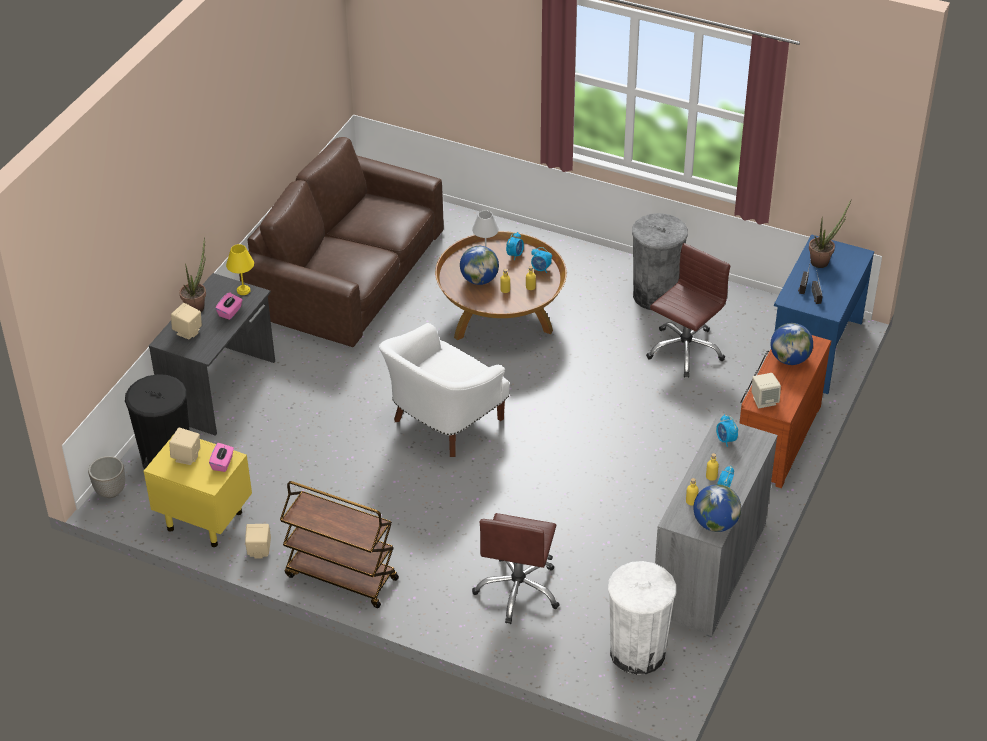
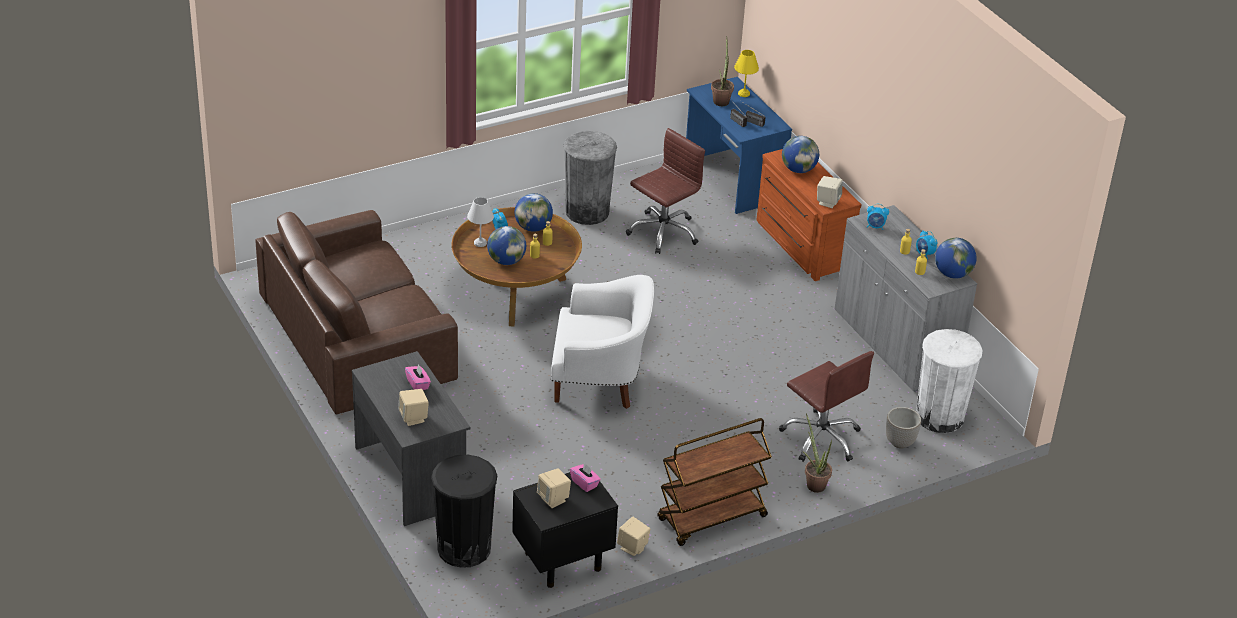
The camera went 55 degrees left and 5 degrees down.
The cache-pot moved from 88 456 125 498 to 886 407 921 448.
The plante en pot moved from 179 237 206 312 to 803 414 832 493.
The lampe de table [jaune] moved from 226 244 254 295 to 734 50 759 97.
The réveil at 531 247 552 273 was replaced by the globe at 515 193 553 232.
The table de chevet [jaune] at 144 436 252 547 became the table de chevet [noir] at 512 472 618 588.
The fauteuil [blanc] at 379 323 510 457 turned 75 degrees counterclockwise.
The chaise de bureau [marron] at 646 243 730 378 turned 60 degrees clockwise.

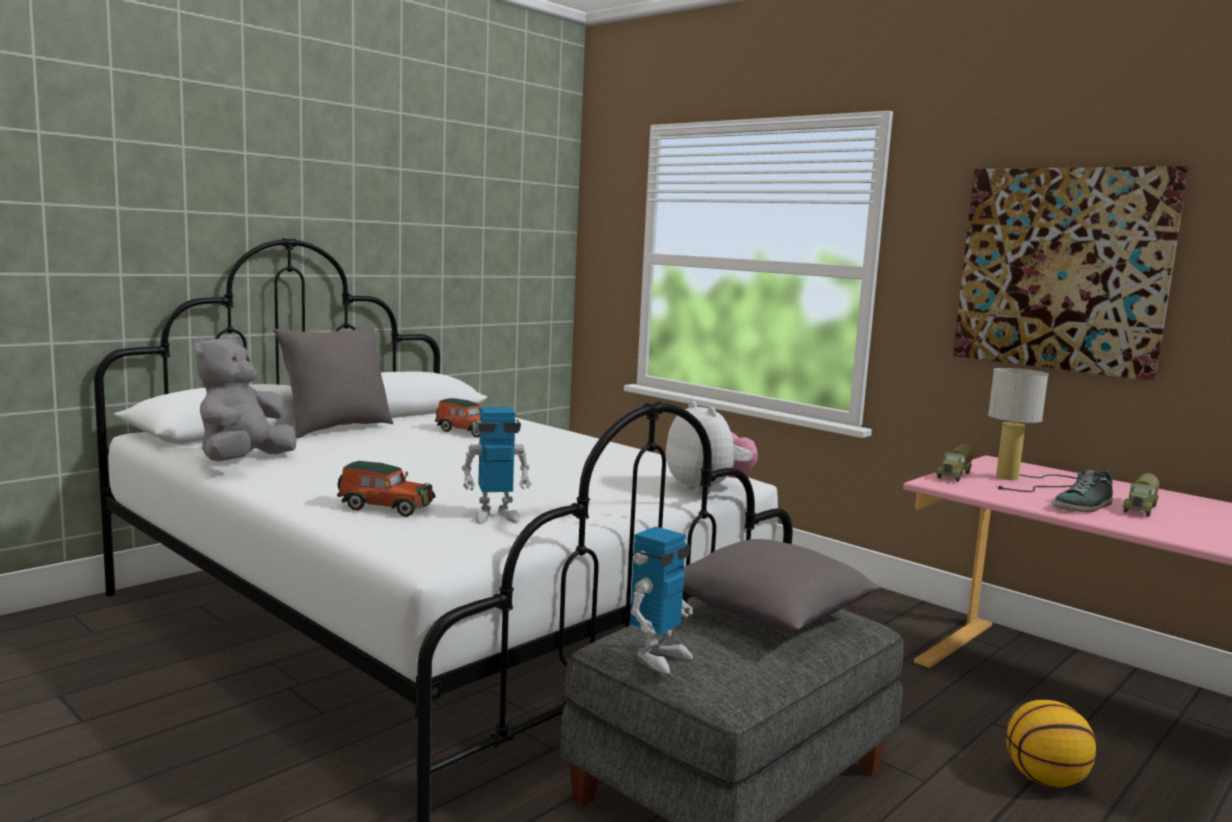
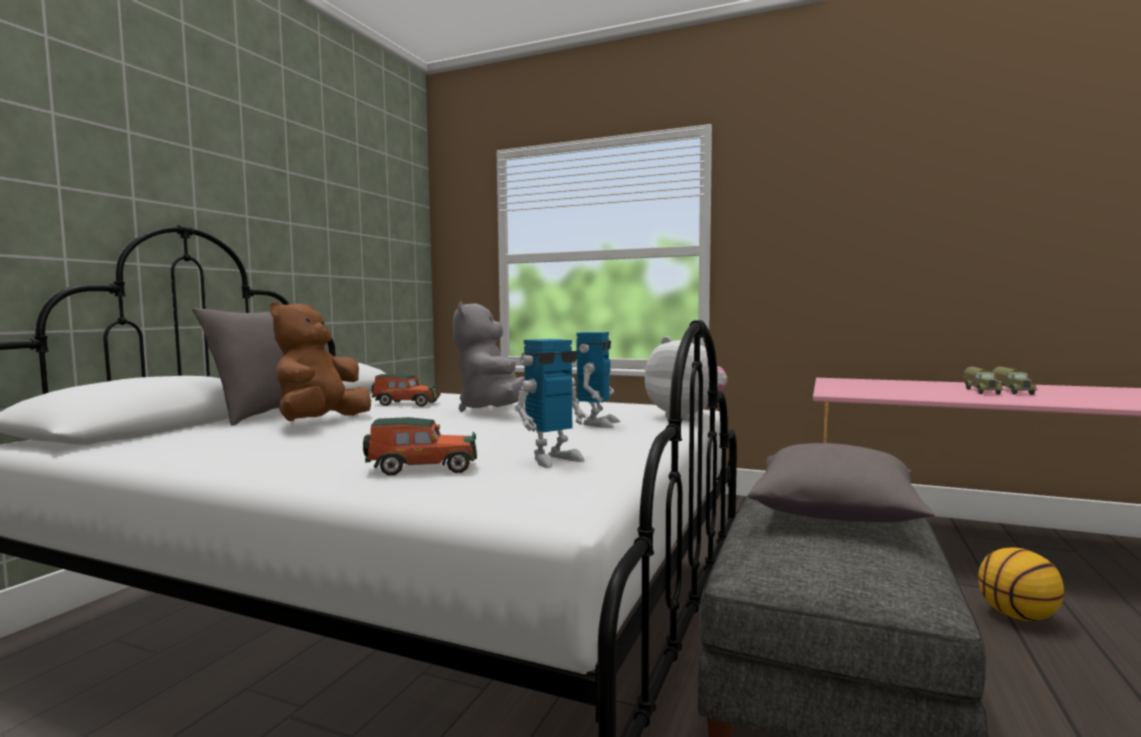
The camera went 20 degrees left and 5 degrees down.
The tableau at 953 166 1189 381 disappeared.
The lampe de table at 988 368 1077 492 disappeared.
The chaussure at 1052 468 1113 512 disappeared.
The peluche [marron] at 270 302 371 421 appeared.
The peluche [gris] moved from 194 337 297 461 to 453 301 525 412.
The robot jouet moved from 630 526 693 673 to 576 332 620 428.
The camion jouet moved from 936 444 974 482 to 992 367 1038 395.

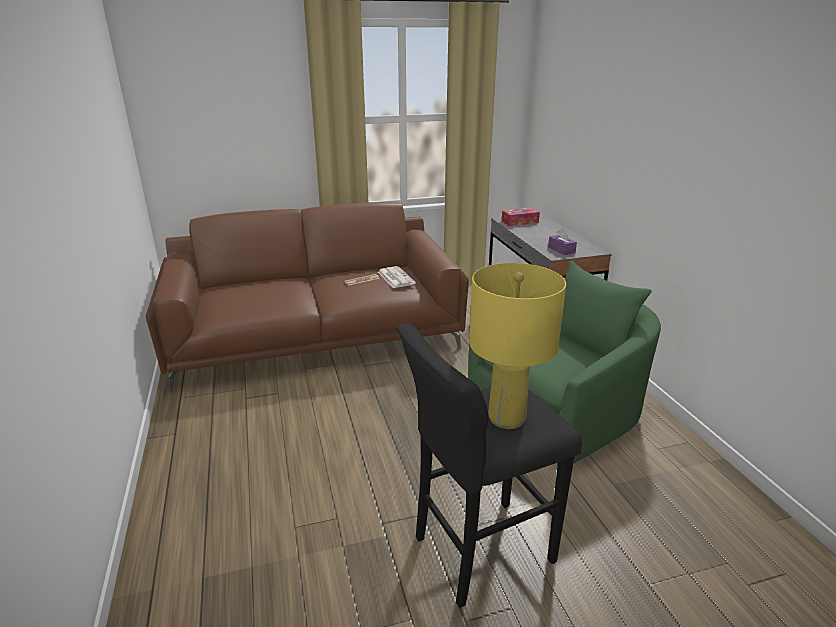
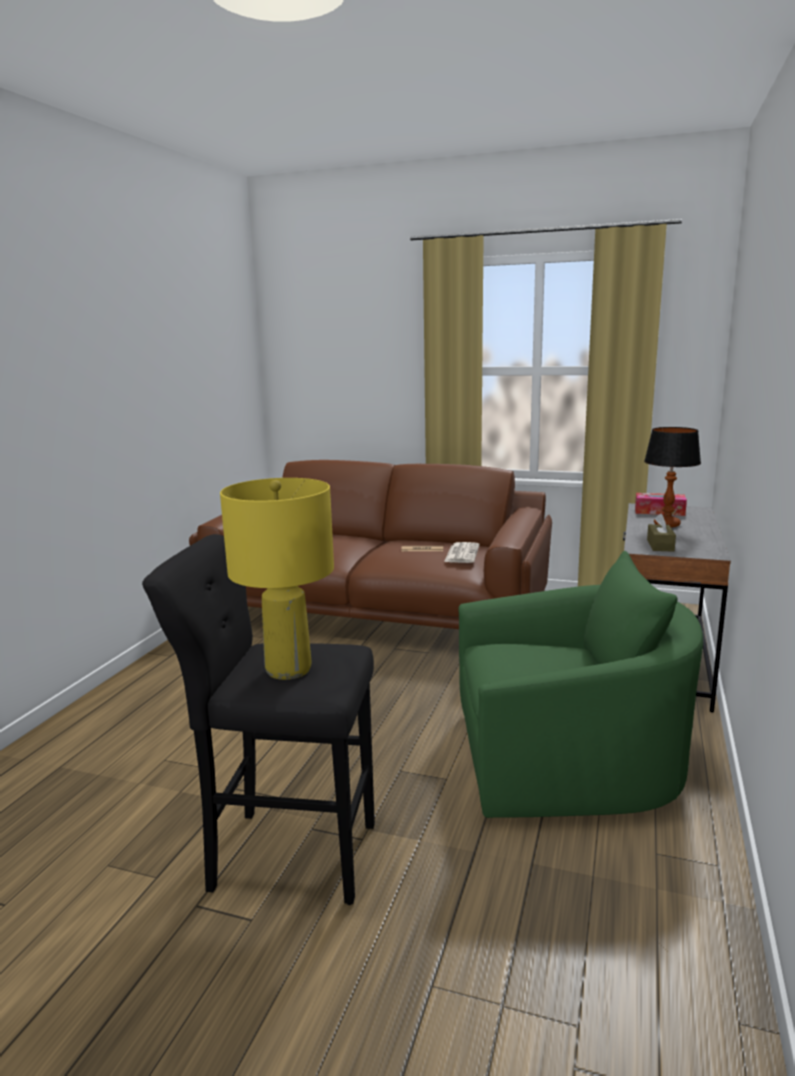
The camera went 35 degrees right and 10 degrees down.
The lampe de table at 644 427 701 528 appeared.
The boîte à mouchoirs [violet] at 548 228 577 255 became the boîte à mouchoirs [marron] at 647 514 676 552.

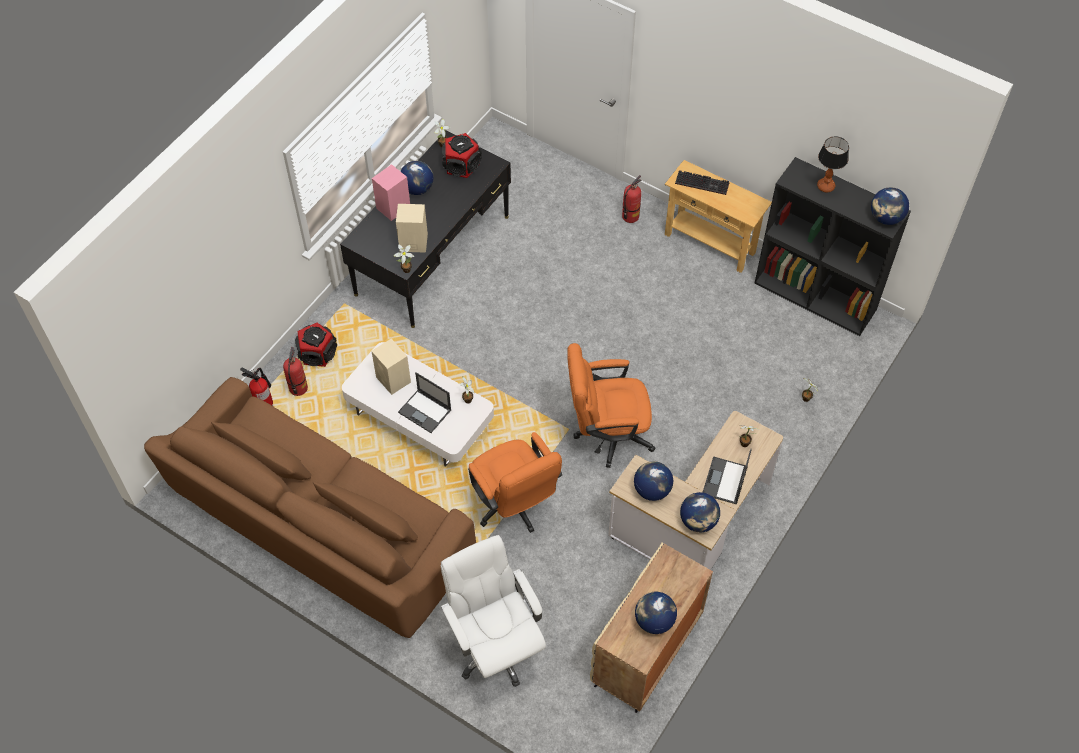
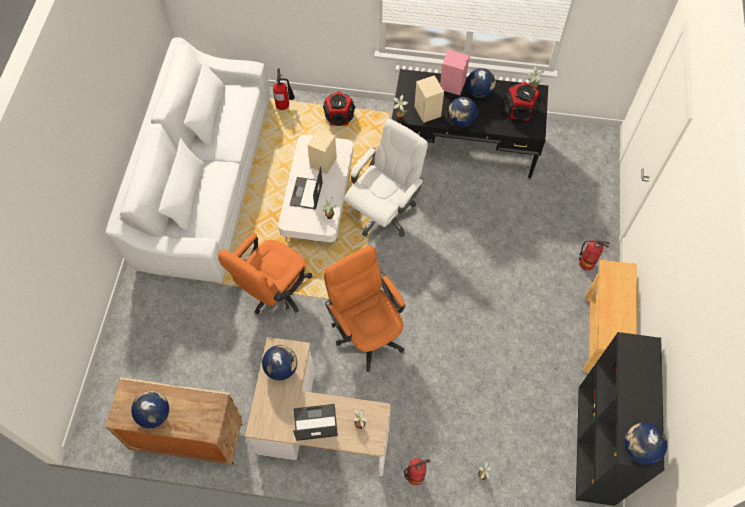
The camera went 65 degrees right and 5 degrees up.
The clavier at 675 170 730 195 disappeared.
The lampe de table at 817 136 849 192 disappeared.
The extincteur moved from 283 347 308 396 to 404 458 431 485.
The chaise de bureau [blanc] moved from 441 535 546 687 to 345 119 428 237.
The globe moved from 680 492 720 532 to 448 97 478 127.
The canapé [marron] at 144 377 476 638 became the canapé [blanc] at 106 37 270 283.

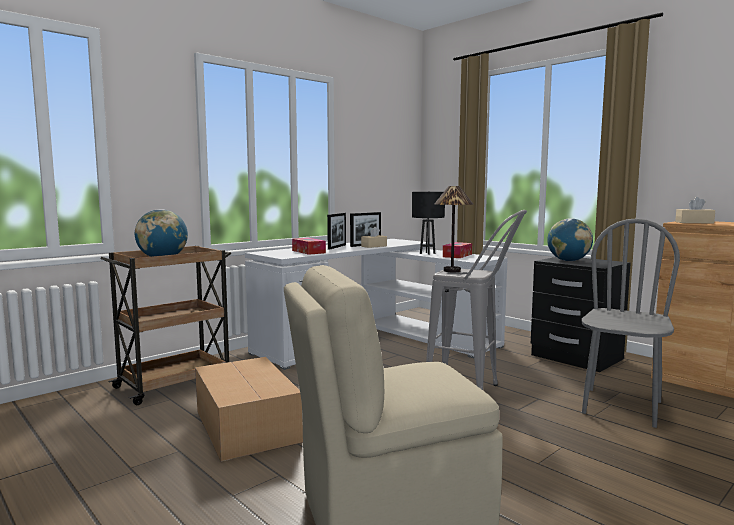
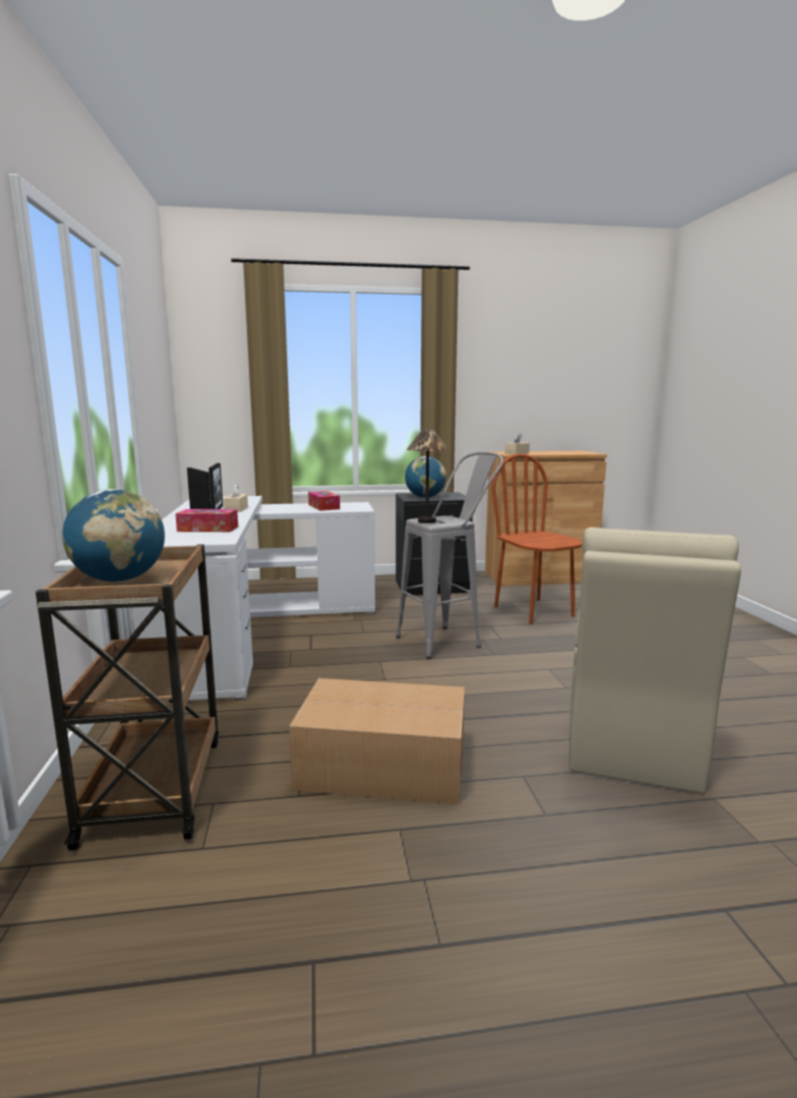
The camera went 55 degrees left and 5 degrees up.
The lampe de table [noir] at 412 191 445 255 disappeared.
The chaise [gris] at 581 218 680 428 became the chaise [marron] at 492 453 582 624.

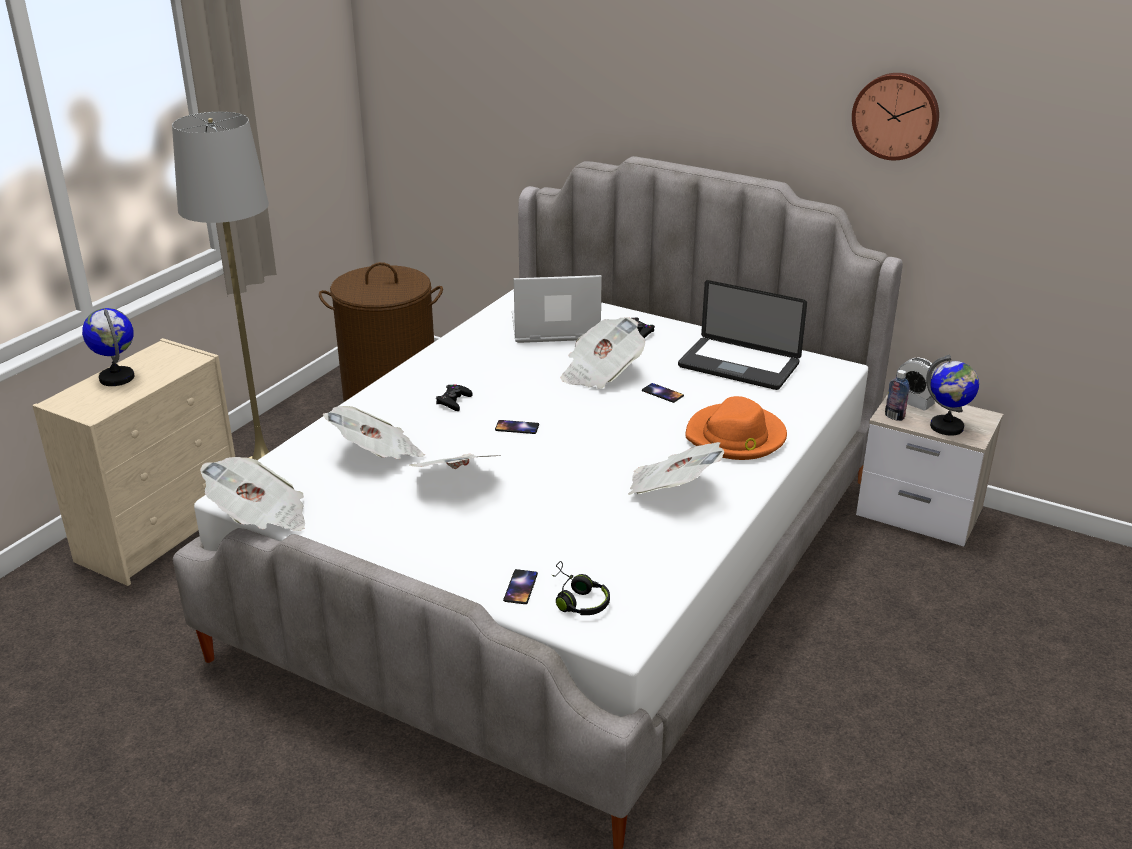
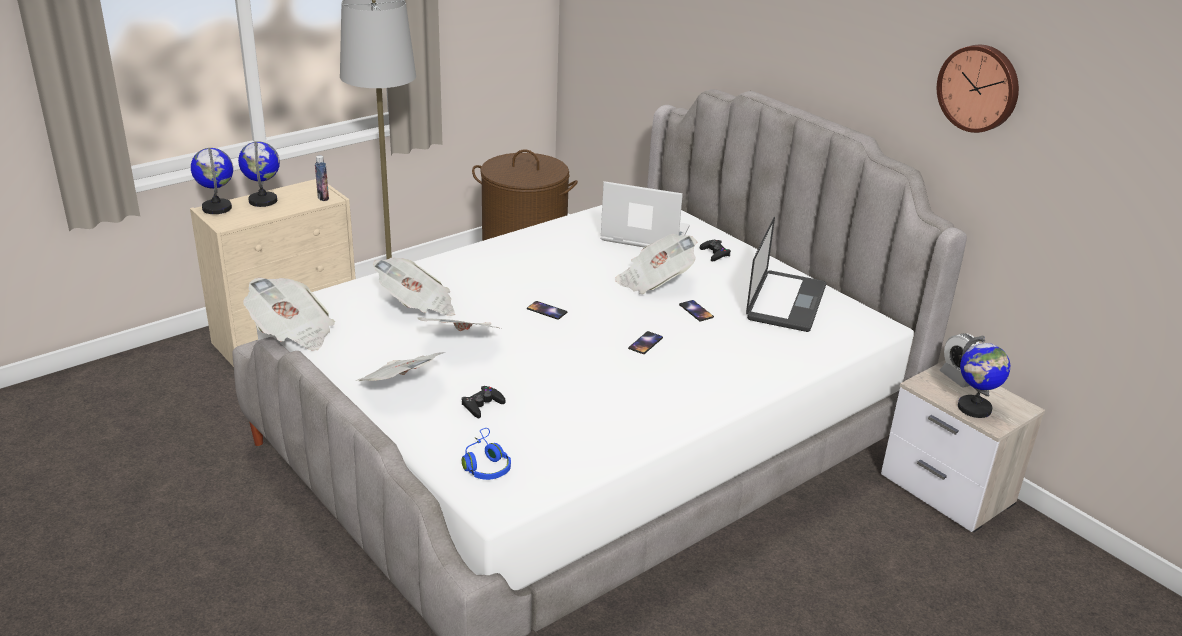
The camera went 20 degrees right and 0 degrees up.
The chapeau [orange] at 685 396 787 460 disappeared.
The globe at 191 148 233 214 appeared.
The manette [noir] moved from 436 384 473 411 to 461 386 506 418.
The téléphone moved from 503 569 538 604 to 628 331 663 354.
The journal moved from 628 442 724 495 to 355 352 446 381.
The bouteille moved from 885 370 910 421 to 315 156 329 201.
The casque audio [noir] at 552 561 610 615 became the casque audio [bleu] at 462 428 511 480.
The ordinateur portable at 678 280 807 390 turned 120 degrees counterclockwise.

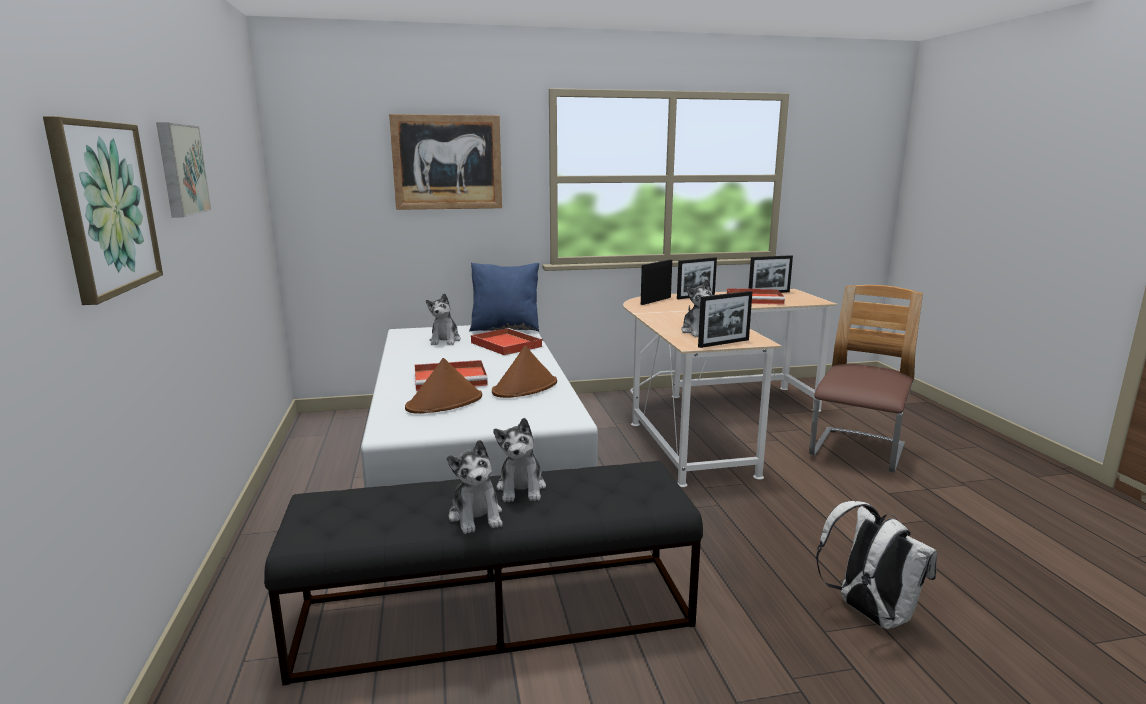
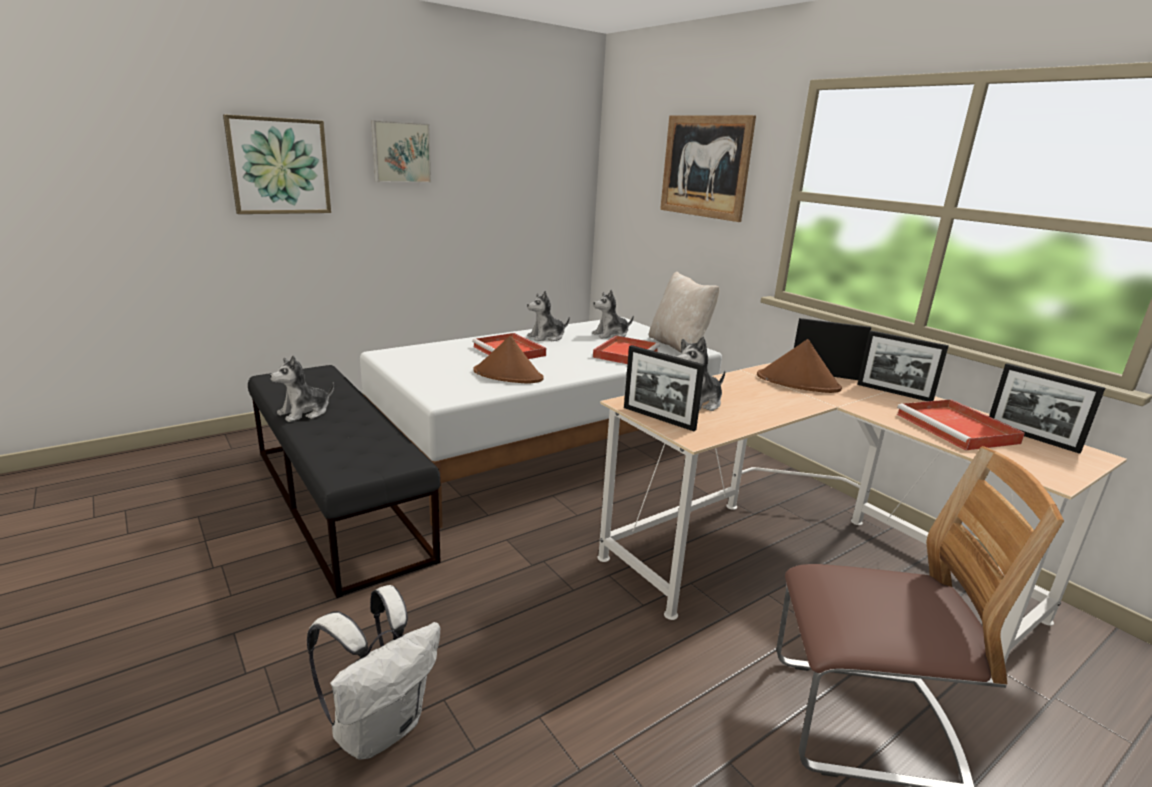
The camera went 65 degrees right and 5 degrees up.
The chapeau [marron] moved from 405 358 482 414 to 757 339 842 393.
The peluche moved from 493 418 546 502 to 527 291 570 341.
The coussin [bleu] at 469 263 539 332 became the coussin [beige] at 649 272 720 353.

